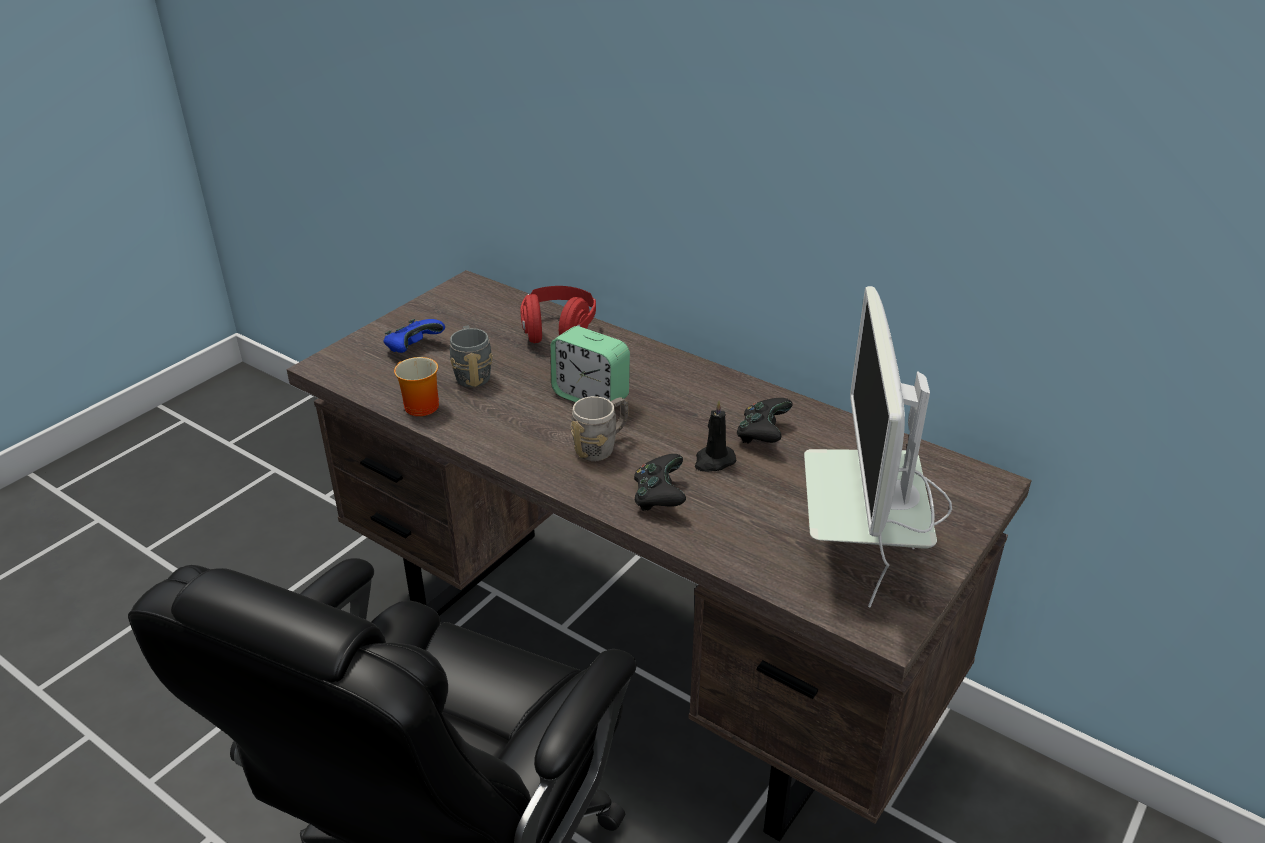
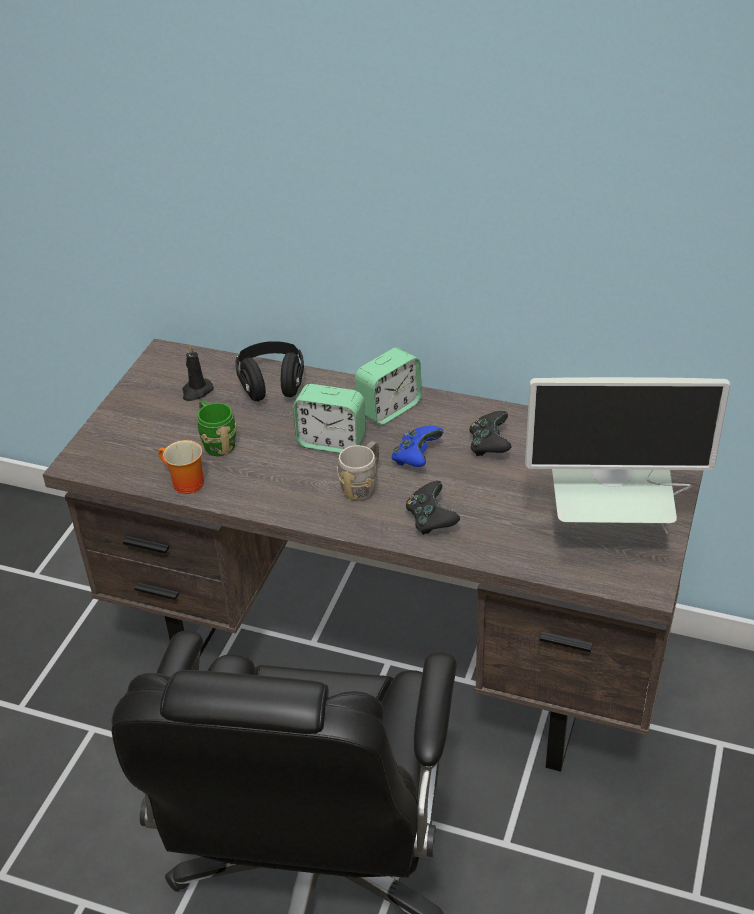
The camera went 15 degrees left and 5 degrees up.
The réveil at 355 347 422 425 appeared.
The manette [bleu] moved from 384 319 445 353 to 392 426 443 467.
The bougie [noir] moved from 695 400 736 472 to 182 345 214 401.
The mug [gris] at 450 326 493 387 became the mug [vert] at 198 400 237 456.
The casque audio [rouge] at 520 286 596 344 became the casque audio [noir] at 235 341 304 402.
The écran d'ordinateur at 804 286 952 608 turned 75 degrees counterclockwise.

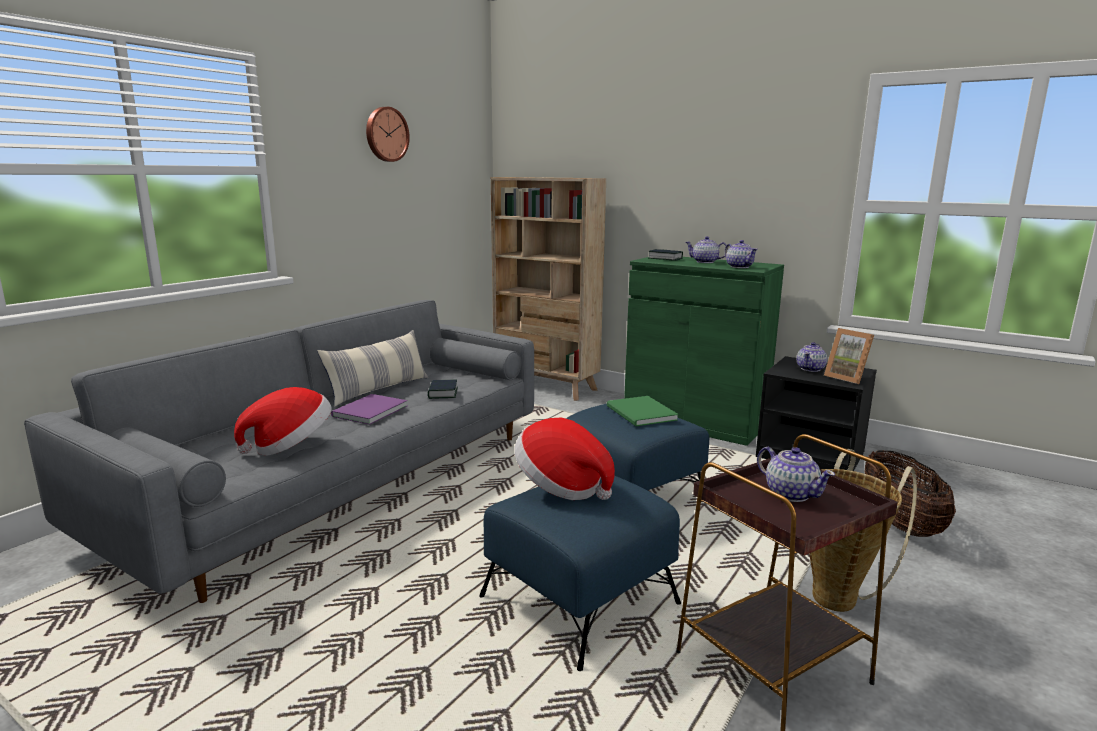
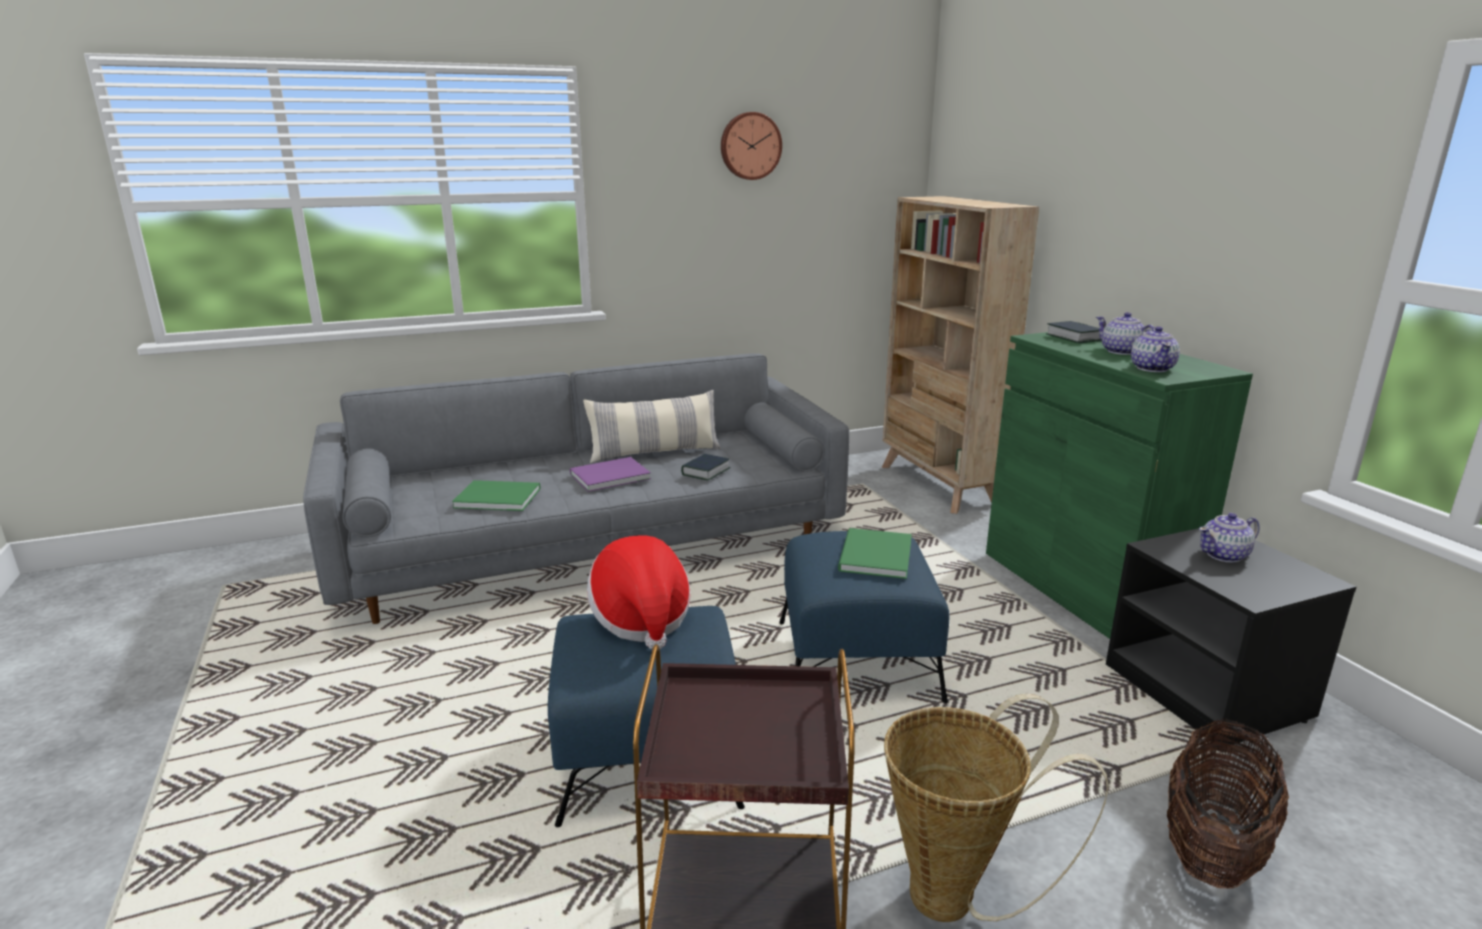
The camera went 35 degrees right and 5 degrees up.
The théière at 757 447 835 502 disappeared.
The cadre photo at 824 328 874 384 disappeared.
The chapeau at 234 387 332 456 was replaced by the livre [vert] at 452 480 540 511.

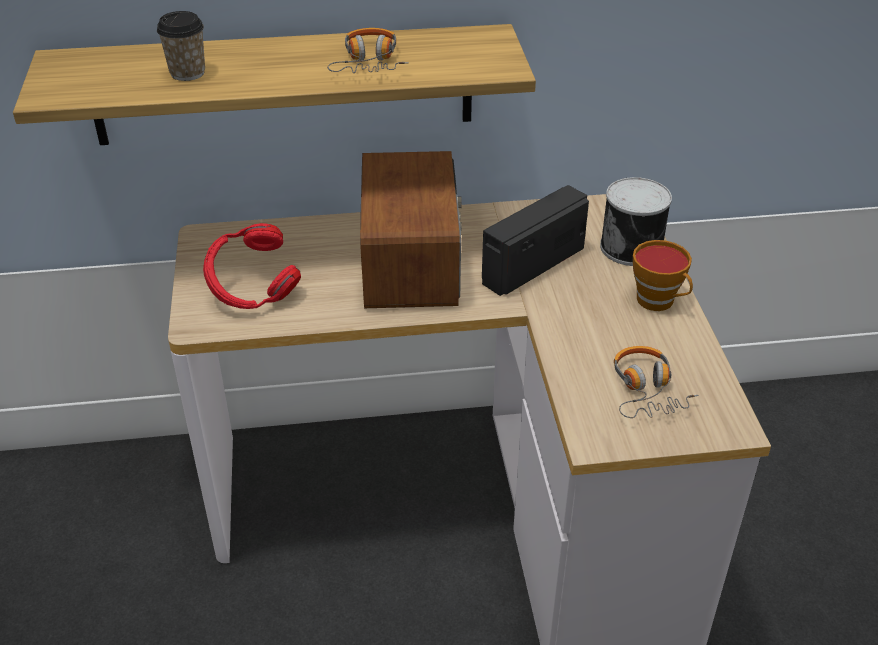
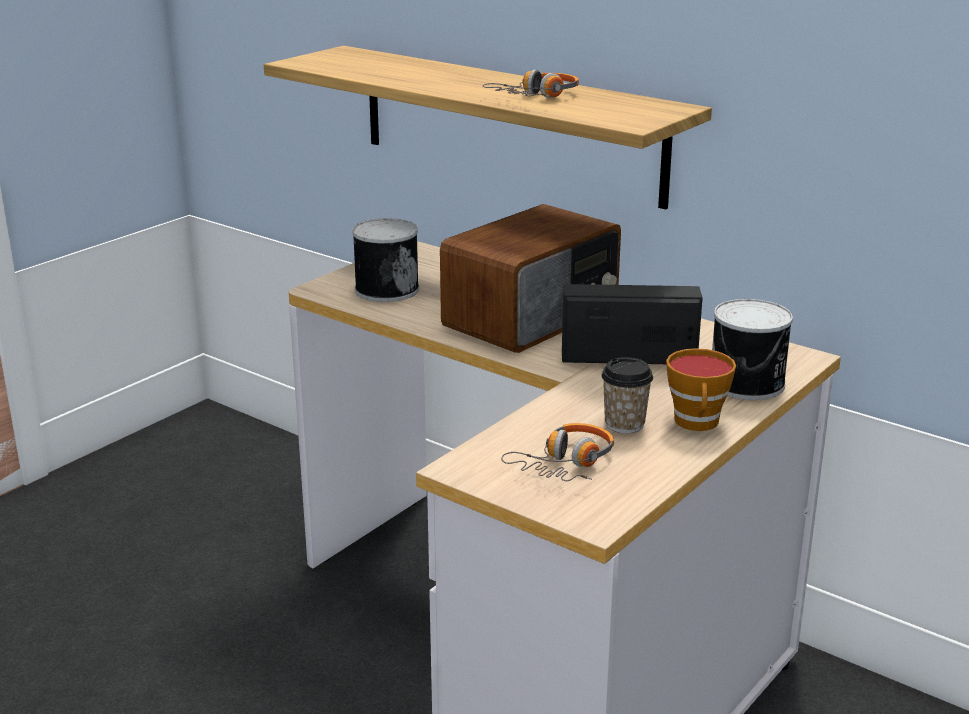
The camera went 45 degrees right and 15 degrees down.
The tasse moved from 157 11 205 81 to 601 357 653 433.
The casque audio [rouge] at 203 223 301 309 was replaced by the boîte métallique at 352 218 419 302.

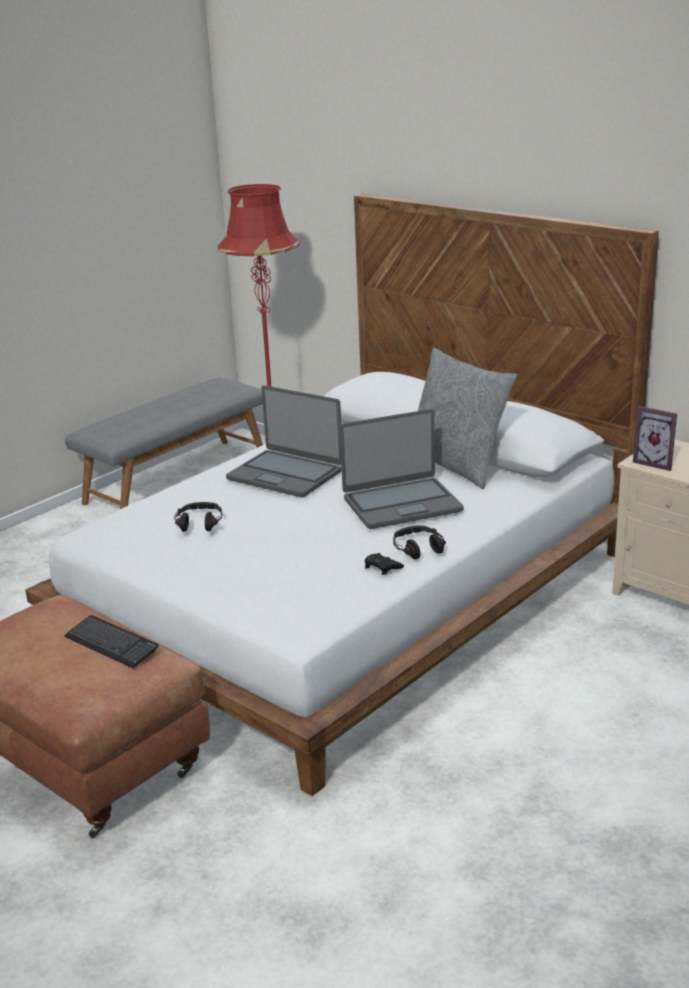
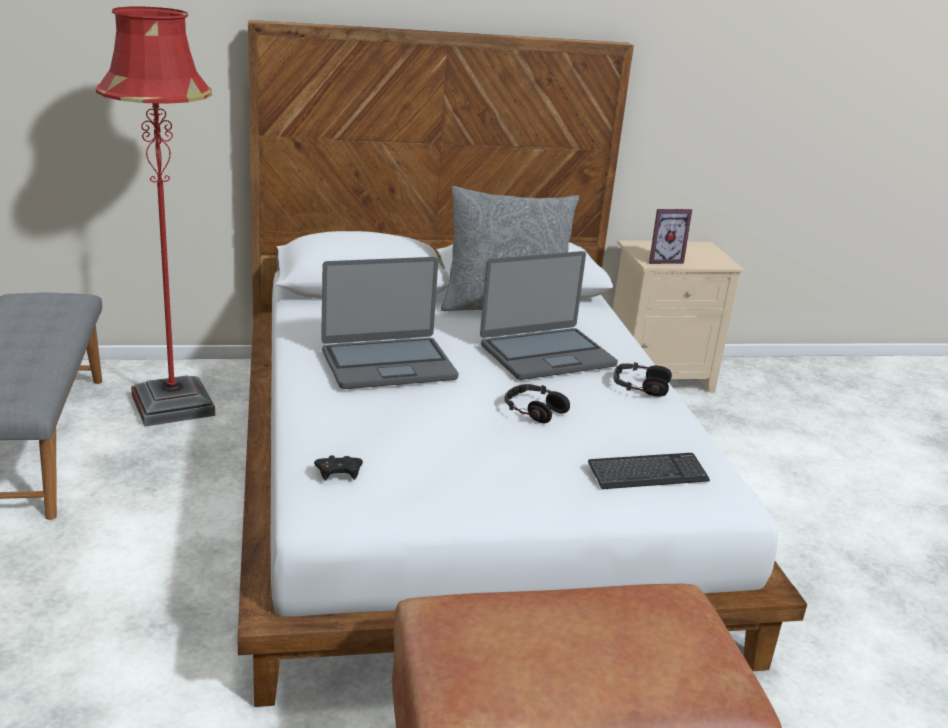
The camera went 55 degrees left and 0 degrees up.
The clavier moved from 64 615 159 668 to 588 453 710 489.
The casque audio moved from 174 502 222 532 to 504 384 570 424.
The manette [noir] moved from 365 553 404 575 to 314 455 363 480.
The ordinateur portable at 340 409 464 529 turned 45 degrees clockwise.

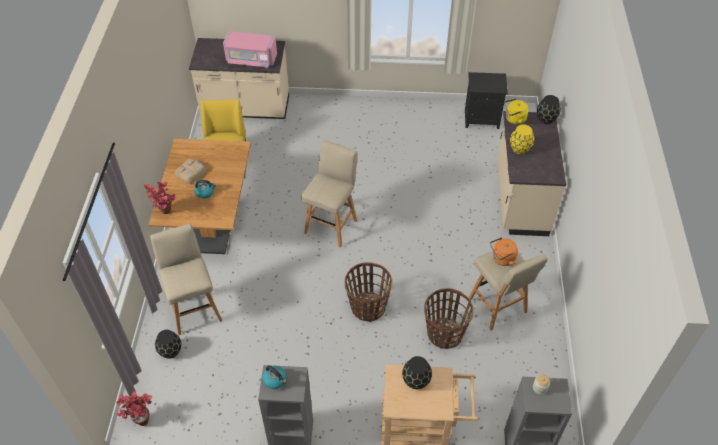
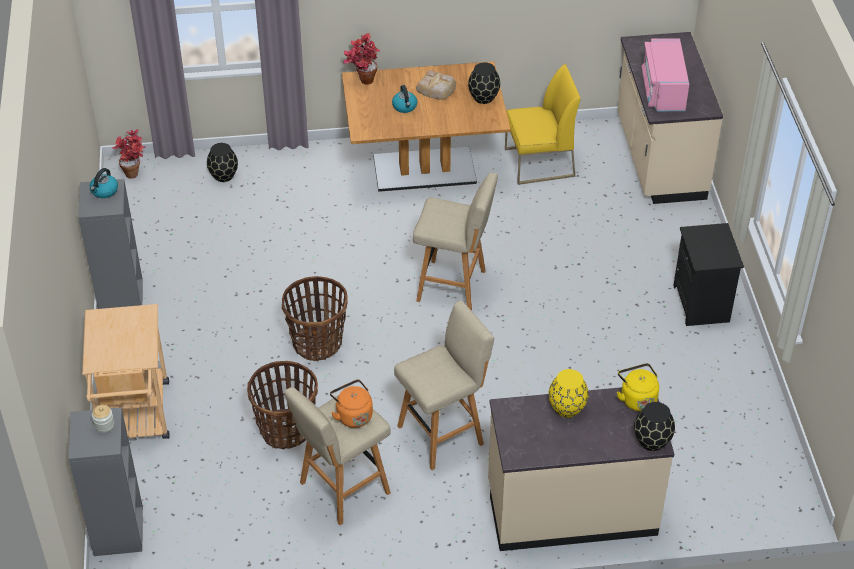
The camera went 80 degrees right and 5 degrees down.
The tabouret [beige] moved from 150 224 222 335 to 394 300 494 470.
The vase [noir] moved from 402 356 432 389 to 468 62 500 104.
The table de chevet [noir] moved from 465 72 508 129 to 673 223 744 326.

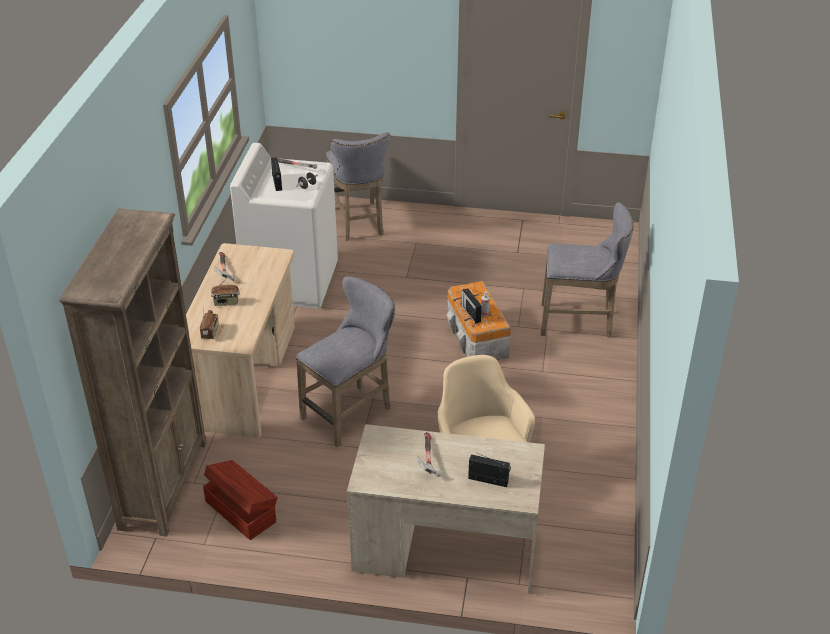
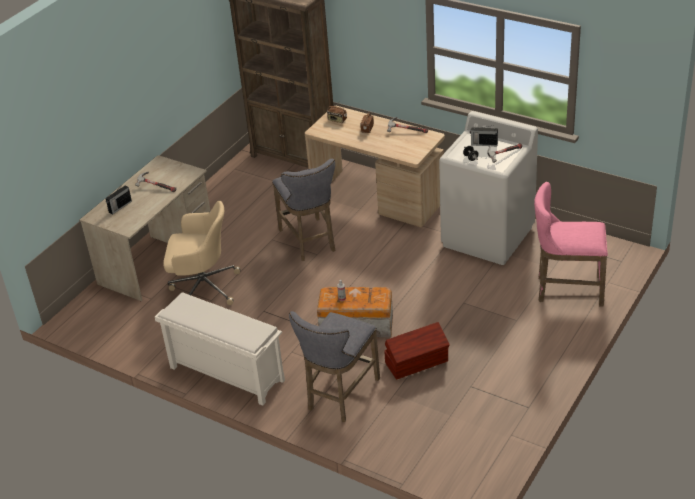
The camera went 115 degrees right and 0 degrees up.
The radio at 462 288 482 324 disappeared.
The étagère à chaussures [blanc] at 155 292 285 406 appeared.
The boîte de rangement [marron] moved from 203 460 278 540 to 384 322 450 380.
The tabouret [gris] at 326 132 390 241 became the tabouret [rose] at 534 182 608 307.

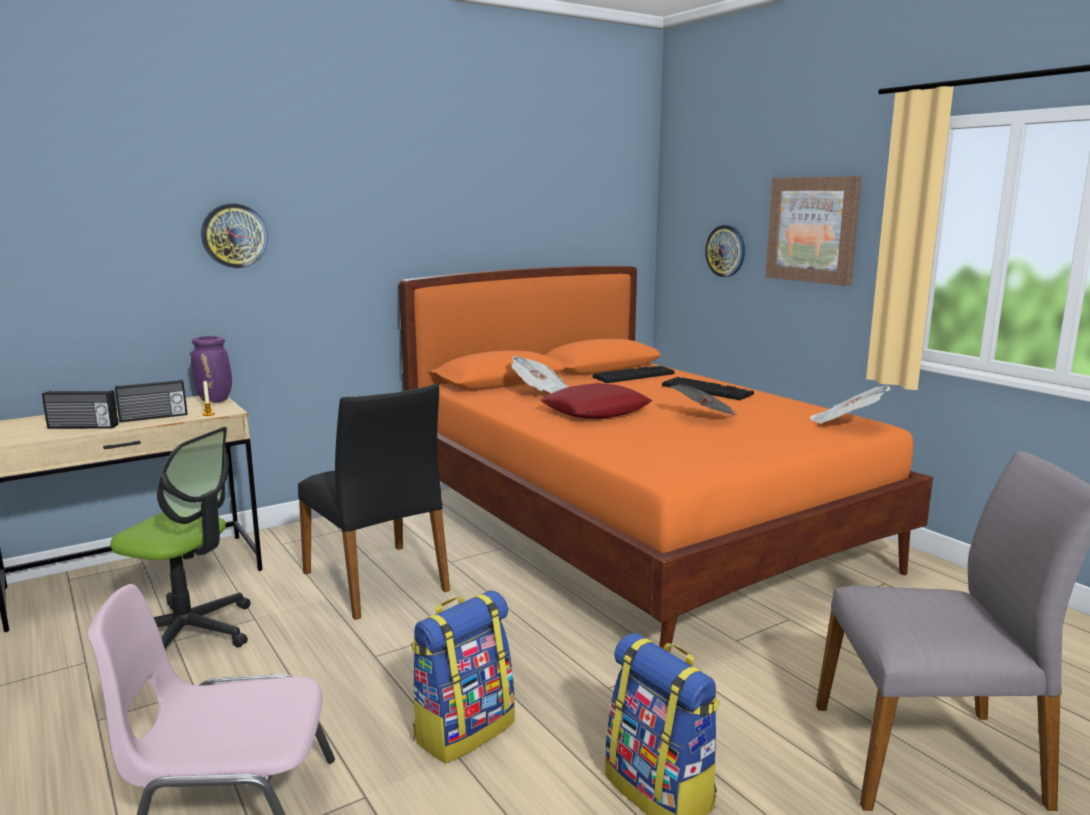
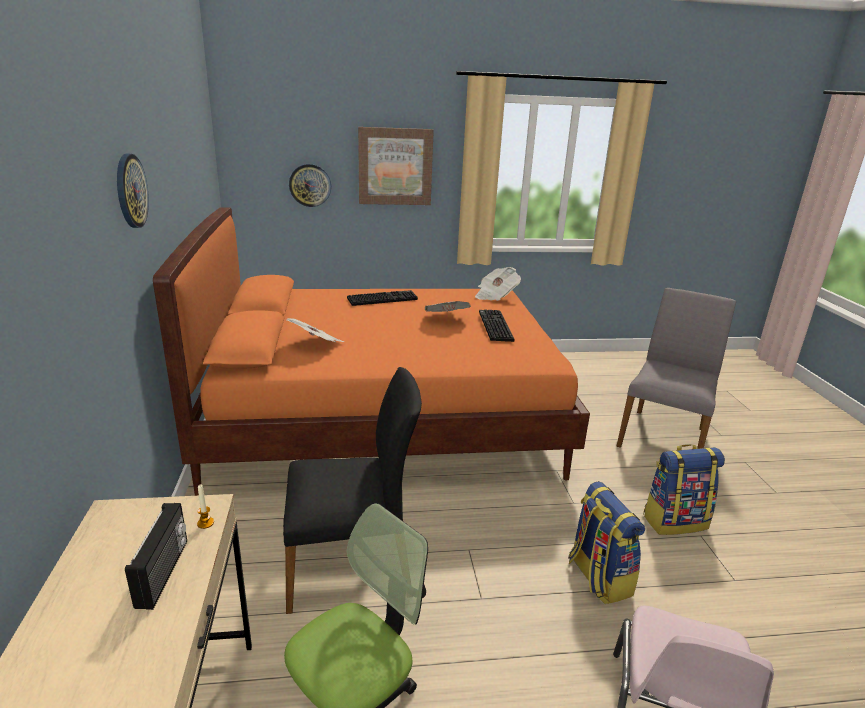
The camera went 65 degrees left and 10 degrees up.
The radio at 42 390 118 429 disappeared.
The vase [violet] at 191 336 232 403 disappeared.
The coussin [rouge] at 540 383 652 419 disappeared.
The horloge murale moved from 201 203 268 268 to 117 154 149 228.
The clavier moved from 593 366 675 383 to 479 309 515 342.

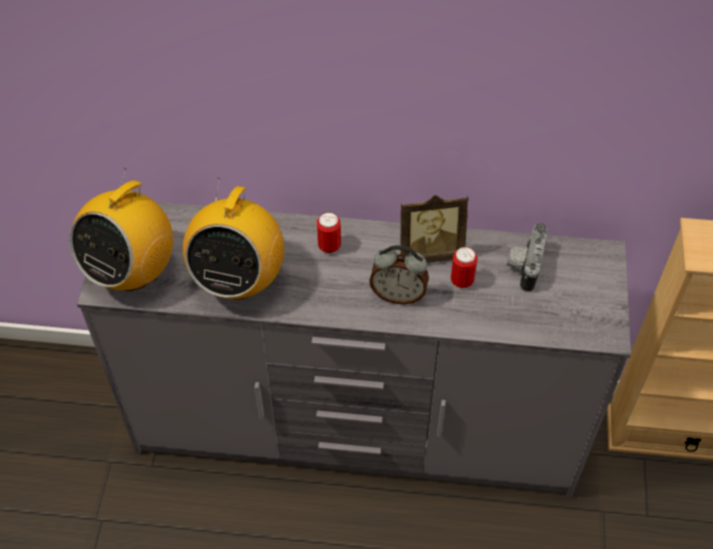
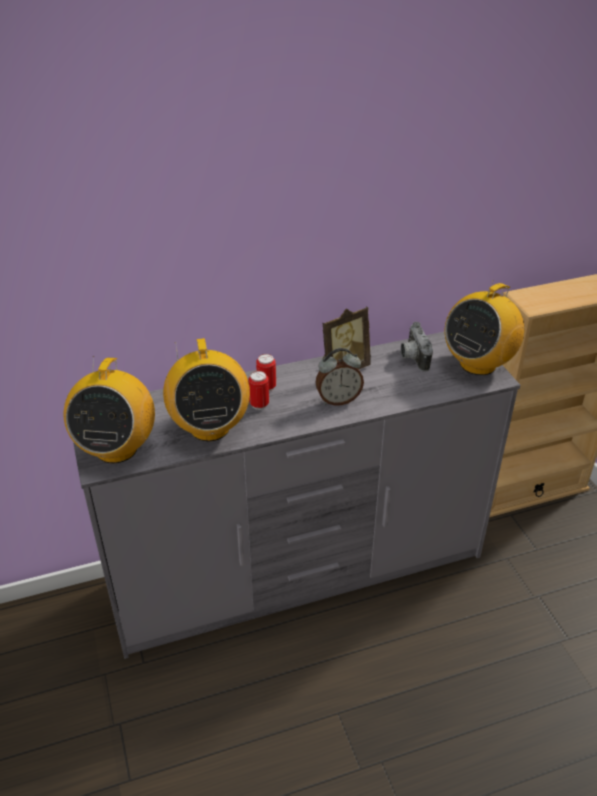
The camera went 25 degrees left and 15 degrees down.
The radio at 445 282 524 375 appeared.
The boîte métallique moved from 451 247 478 289 to 248 371 269 410.

